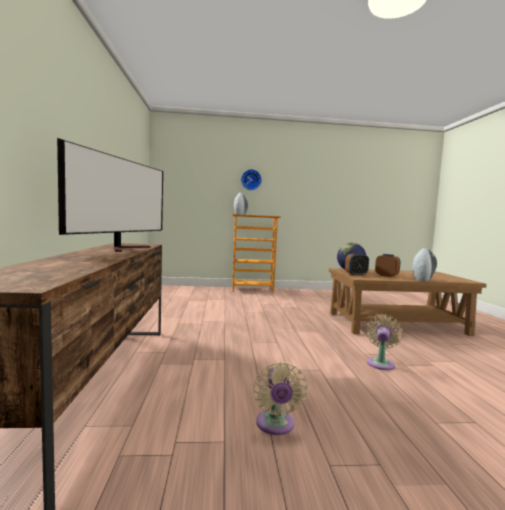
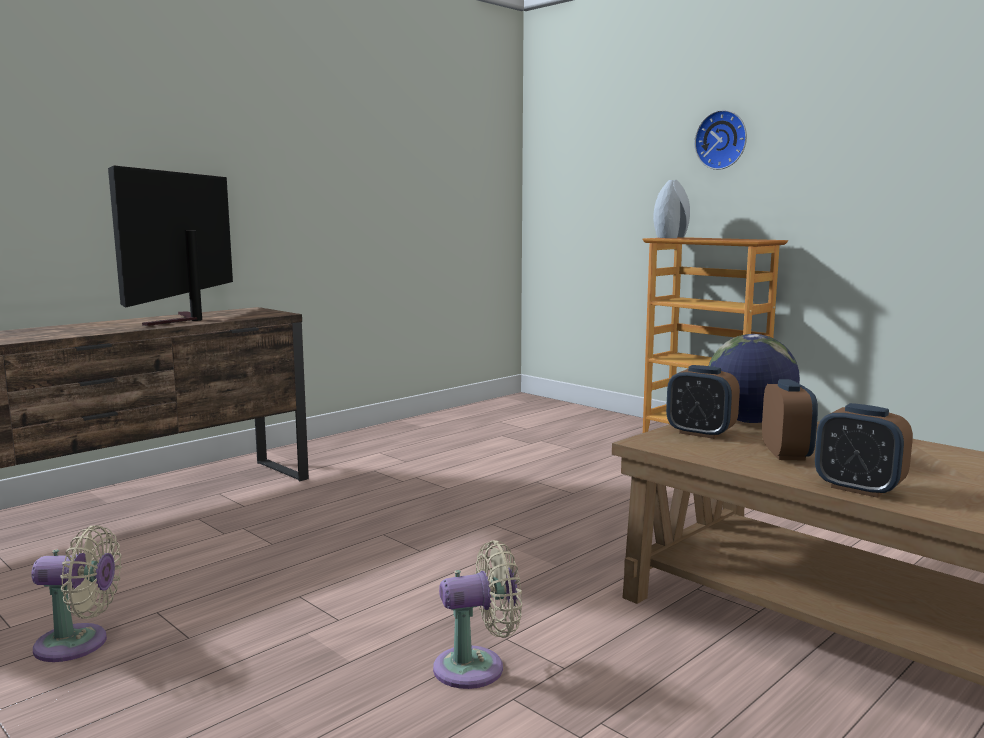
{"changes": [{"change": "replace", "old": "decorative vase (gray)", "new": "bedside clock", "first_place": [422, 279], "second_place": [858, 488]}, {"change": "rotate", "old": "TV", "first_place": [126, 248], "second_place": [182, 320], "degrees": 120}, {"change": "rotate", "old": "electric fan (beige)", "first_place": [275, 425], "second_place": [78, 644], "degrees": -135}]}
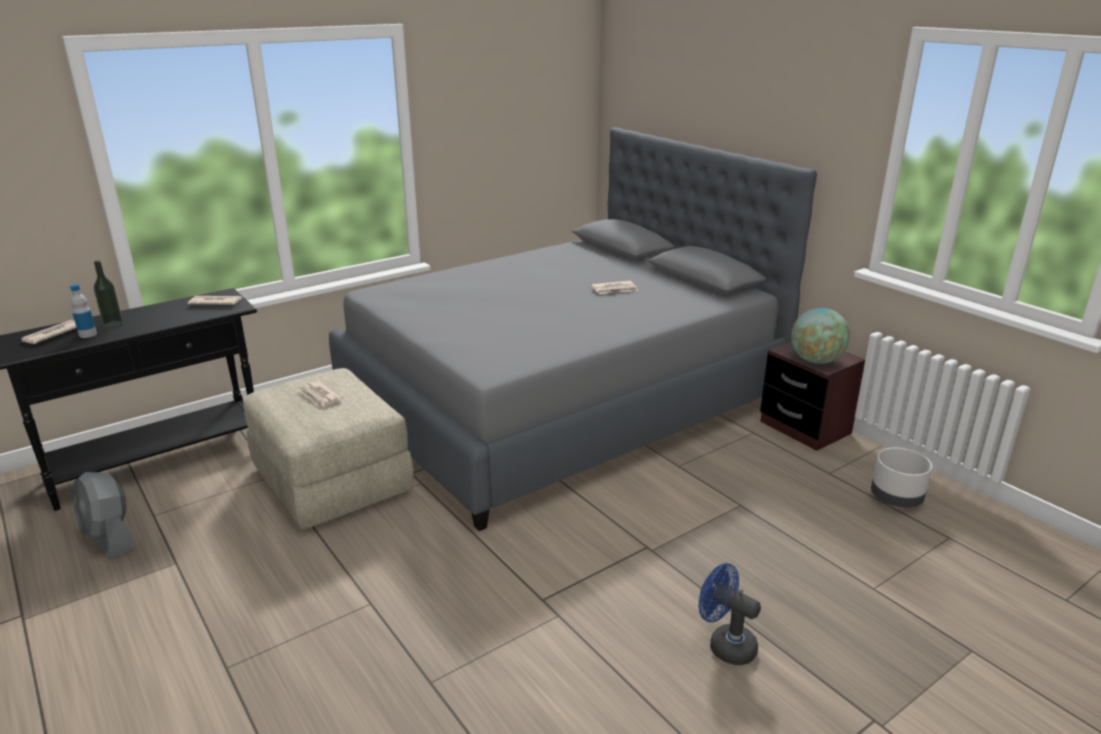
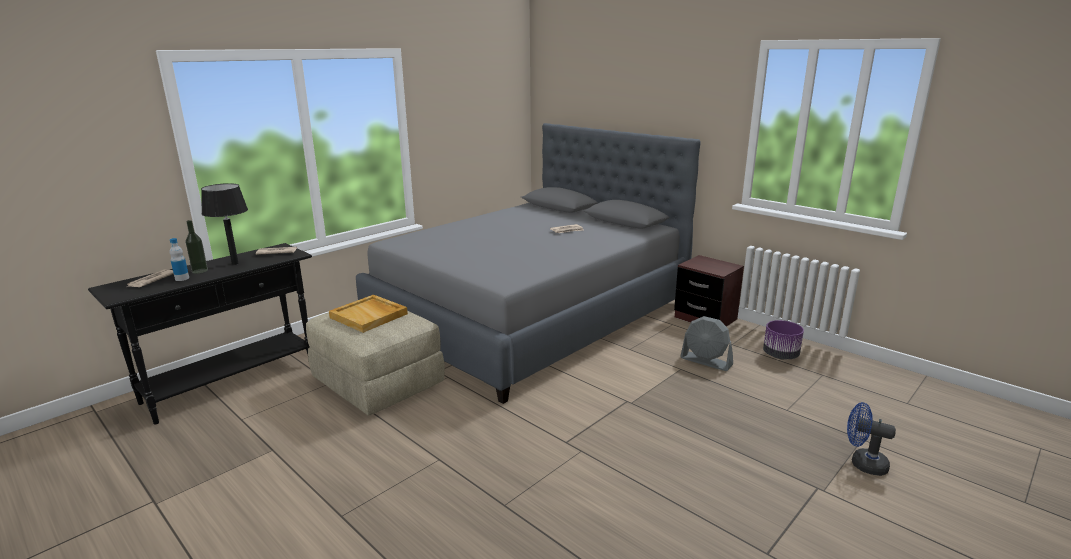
{"changes": [{"change": "delete", "old": "globe", "first_place": [816, 361]}, {"change": "insert", "new": "table lamp (blackish)", "second_place": [235, 263]}, {"change": "move", "old": "electric fan (gray)", "first_place": [110, 538], "second_place": [706, 361]}, {"change": "move", "old": "electric fan (blue)", "first_place": [725, 644], "second_place": [862, 463]}, {"change": "replace", "old": "newspaper", "new": "tray (beige)", "first_place": [320, 396], "second_place": [369, 316]}, {"change": "recolor", "old": "plant pot (gray)", "new": "plant pot (purple-coloured)", "first_place": [895, 499], "second_place": [780, 356]}]}
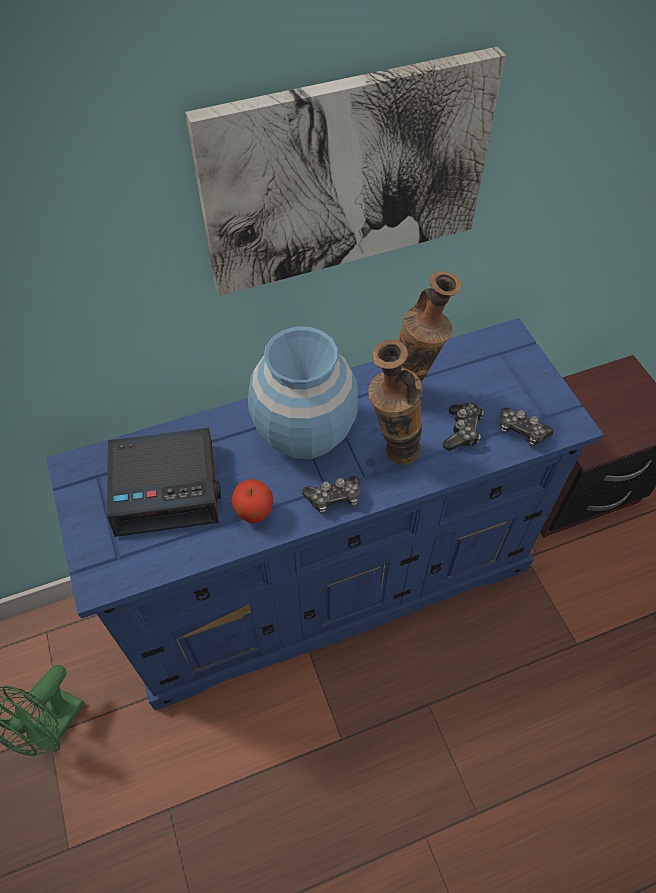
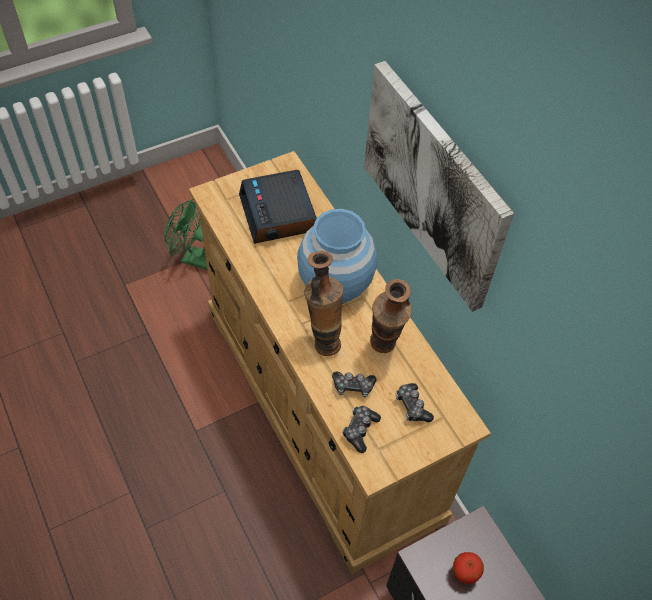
{"changes": [{"change": "move", "old": "apple fruit", "first_place": [254, 514], "second_place": [464, 573]}, {"change": "move", "old": "gamepad", "first_place": [334, 498], "second_place": [412, 406]}, {"change": "recolor", "old": "chest of drawers (blue)", "new": "chest of drawers (beige)", "first_place": [330, 578], "second_place": [321, 410]}]}
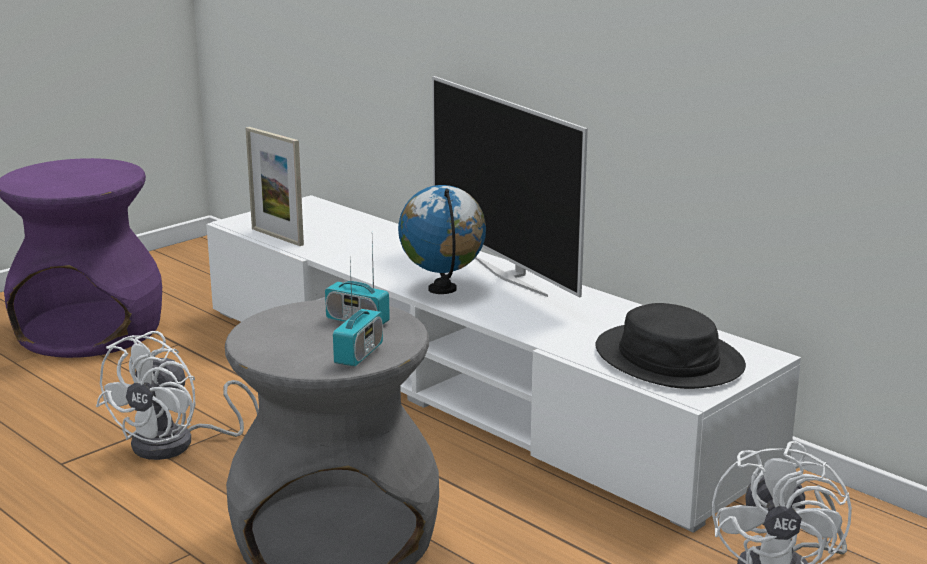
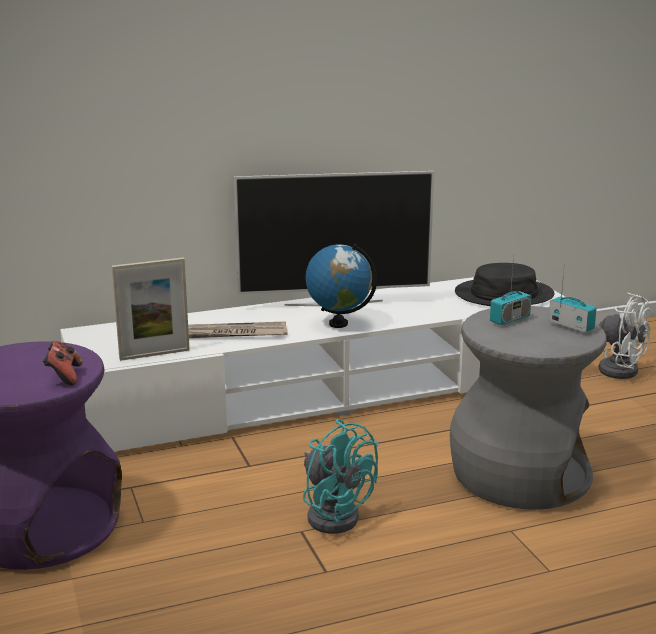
{"changes": [{"change": "insert", "new": "gamepad", "second_place": [64, 376]}, {"change": "insert", "new": "newspaper", "second_place": [236, 334]}, {"change": "recolor", "old": "electric fan (white-coloured)", "new": "electric fan (turquoise-coloured)", "first_place": [177, 444], "second_place": [334, 513]}]}
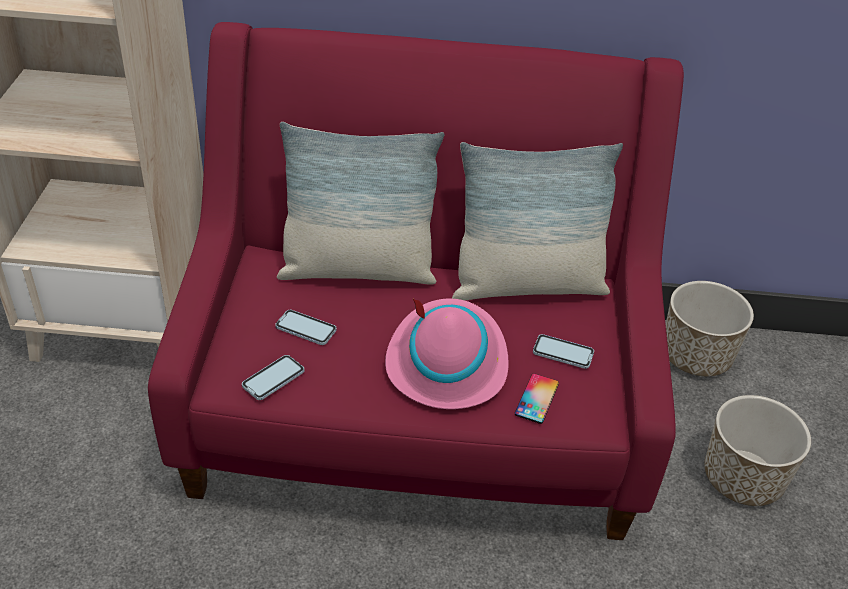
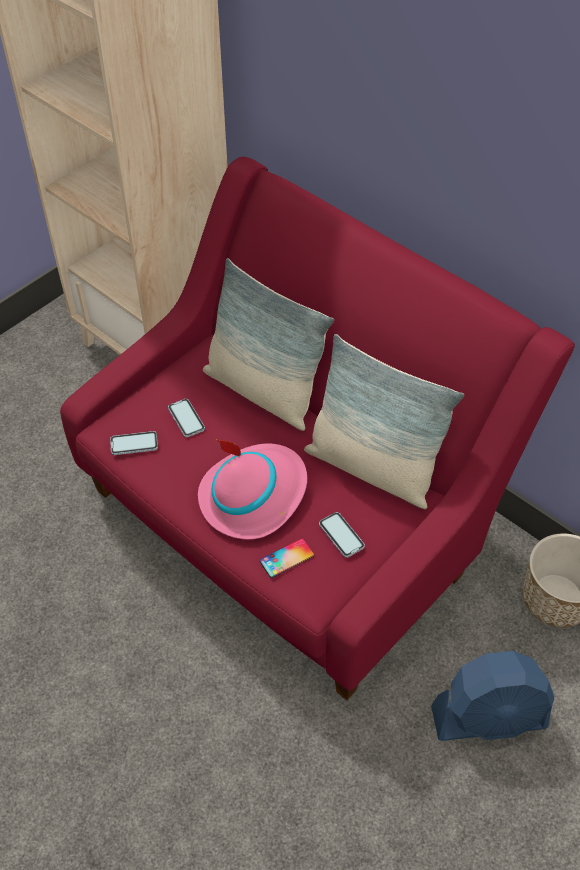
{"changes": [{"change": "replace", "old": "plant pot", "new": "electric fan (blue)", "first_place": [743, 478], "second_place": [489, 718]}]}
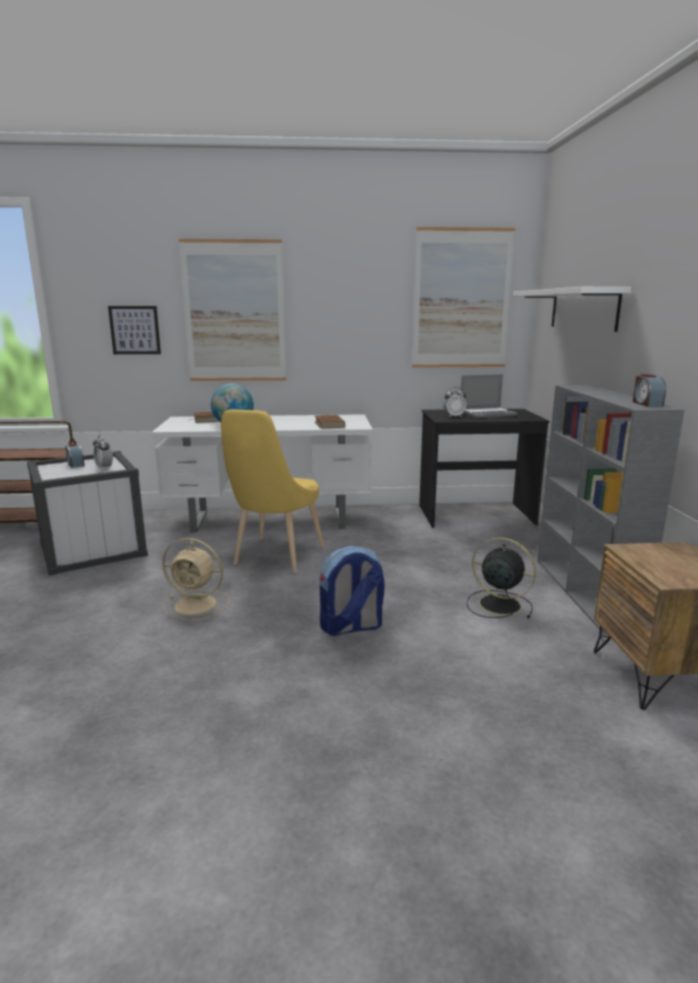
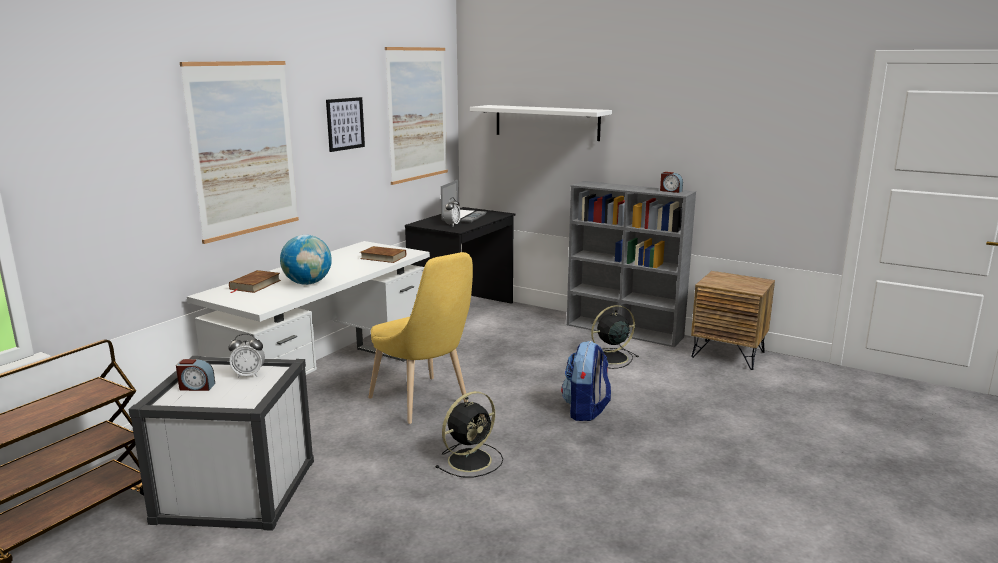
{"changes": [{"change": "move", "old": "wall art", "first_place": [135, 330], "second_place": [345, 124]}, {"change": "recolor", "old": "electric fan (beige)", "new": "electric fan (blackish)", "first_place": [197, 605], "second_place": [471, 459]}]}
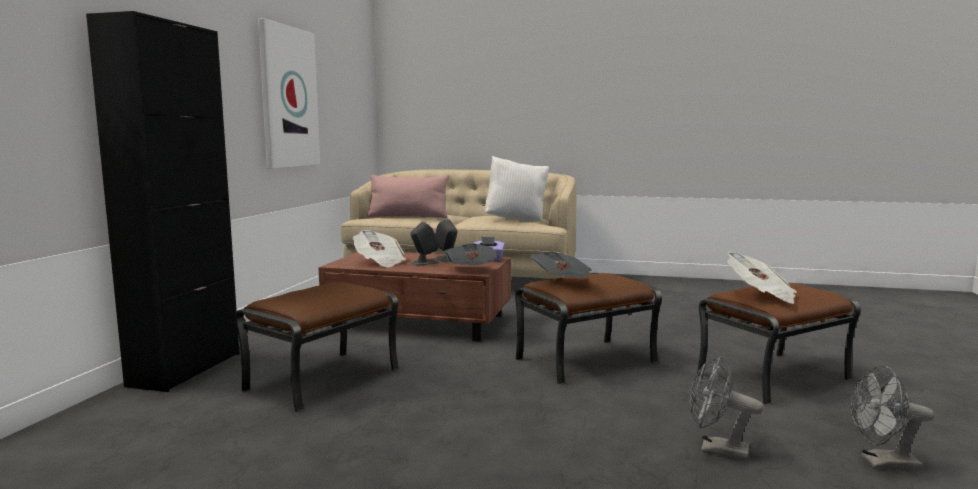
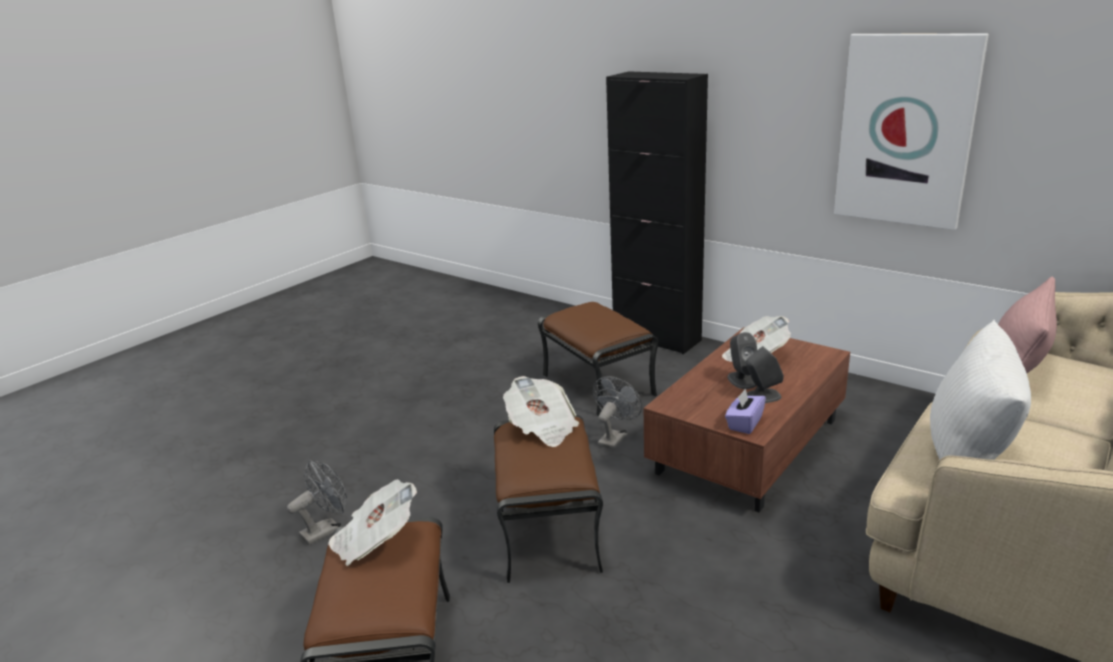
{"changes": [{"change": "delete", "old": "newspaper", "first_place": [471, 270]}, {"change": "move", "old": "electric fan (gray)", "first_place": [882, 463], "second_place": [614, 438]}]}
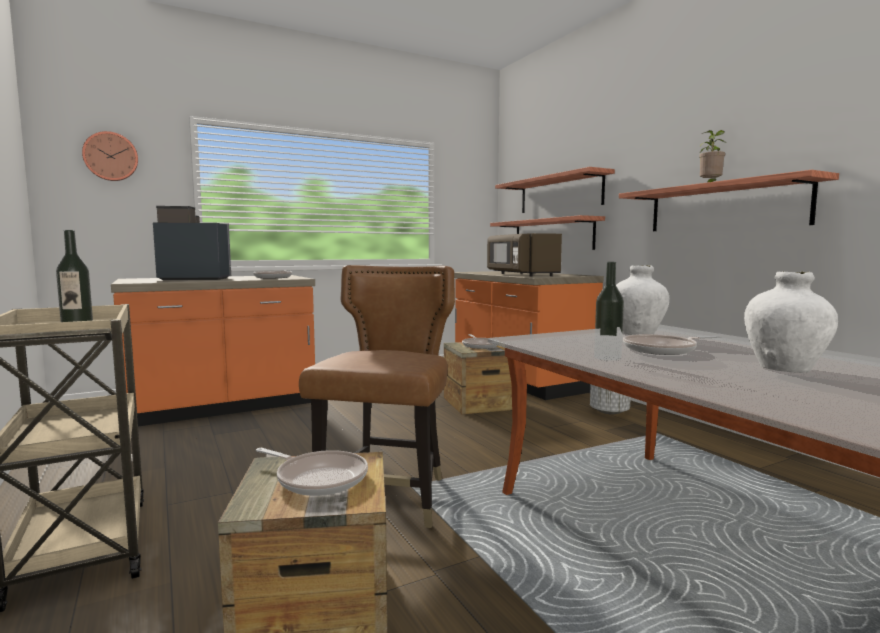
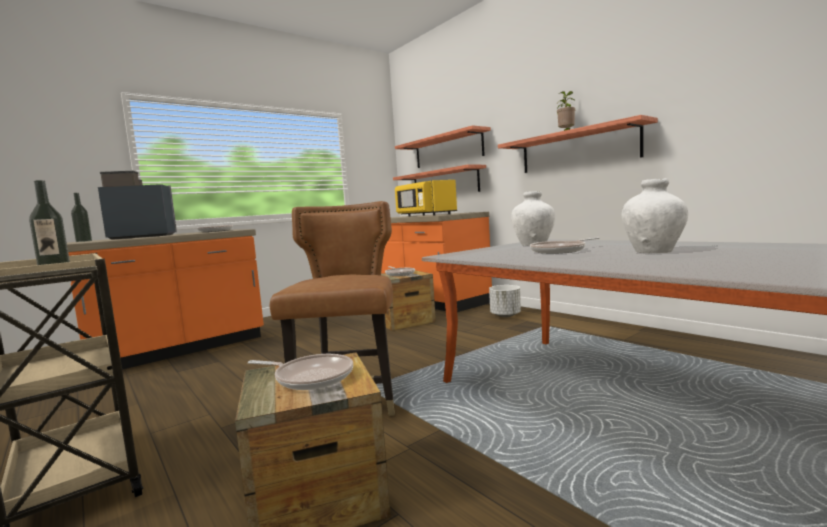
{"changes": [{"change": "delete", "old": "hanging clock", "first_place": [111, 156]}, {"change": "move", "old": "drink bottle", "first_place": [607, 357], "second_place": [84, 241]}, {"change": "recolor", "old": "microwave oven (brown)", "new": "microwave oven (yellow-coloured)", "first_place": [521, 275], "second_place": [425, 215]}]}
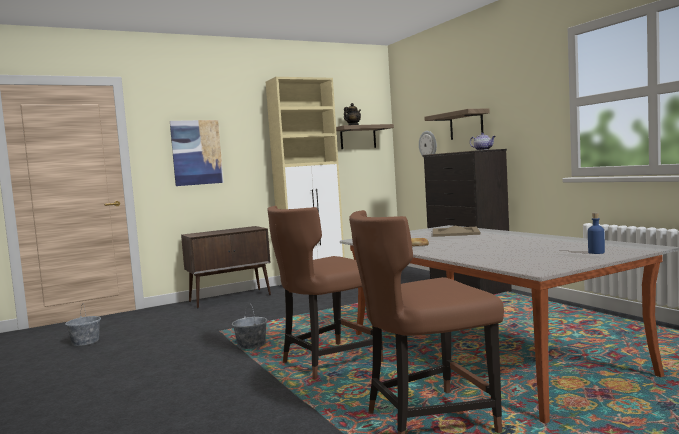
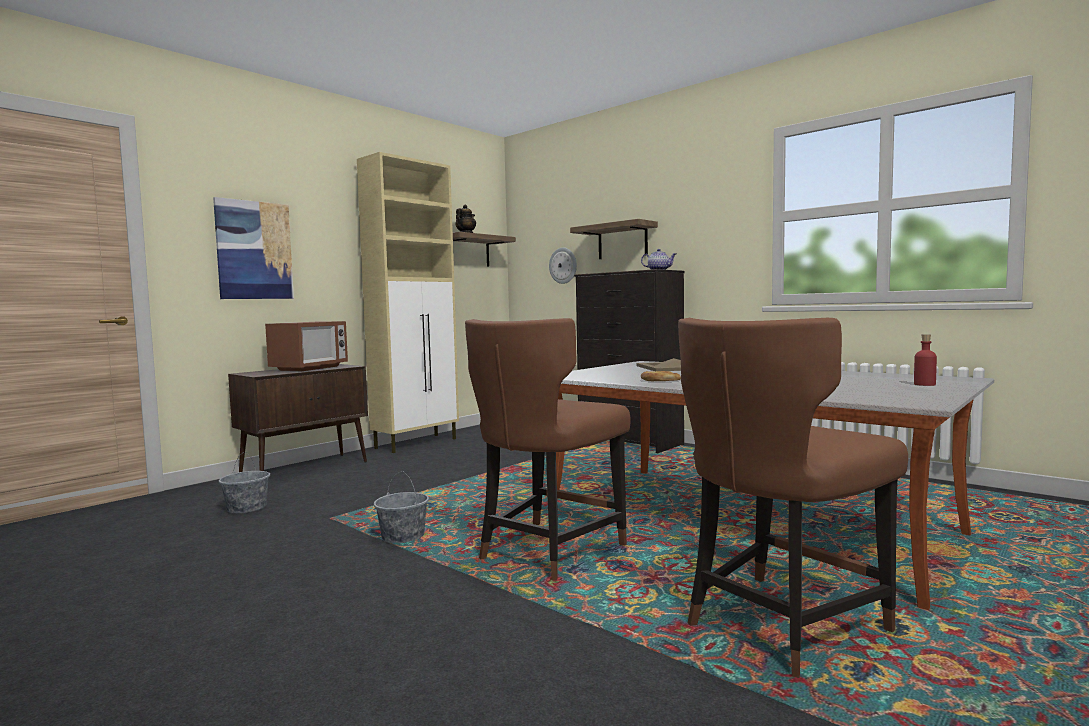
{"changes": [{"change": "insert", "new": "microwave oven", "second_place": [309, 368]}, {"change": "move", "old": "water bucket (gray)", "first_place": [85, 342], "second_place": [246, 508]}, {"change": "recolor", "old": "drink bottle (blue)", "new": "drink bottle (red)", "first_place": [596, 252], "second_place": [924, 384]}]}
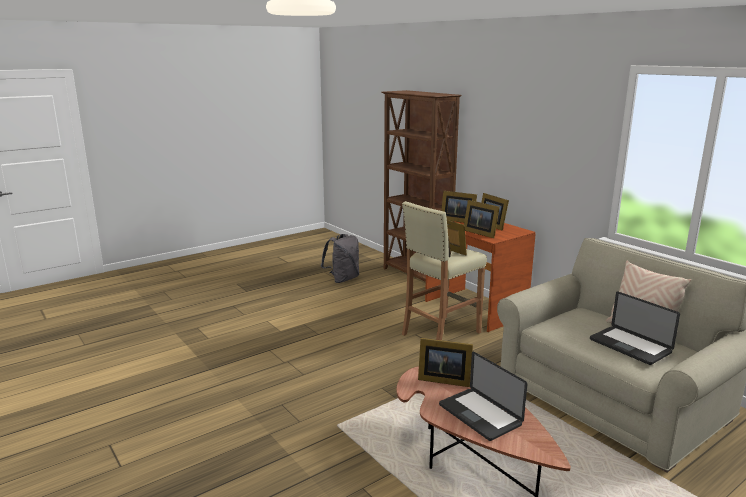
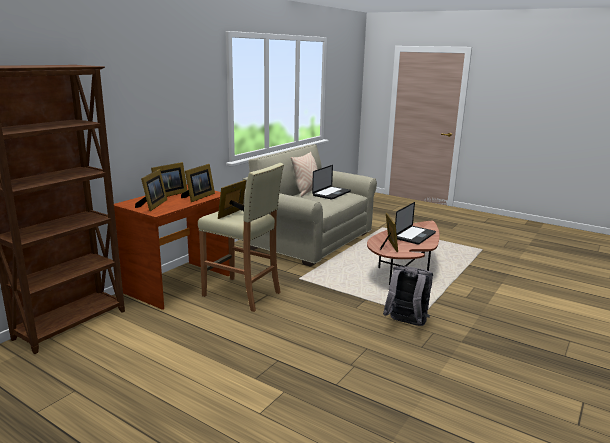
{"changes": [{"change": "move", "old": "backpack (gray)", "first_place": [342, 279], "second_place": [405, 324]}]}
